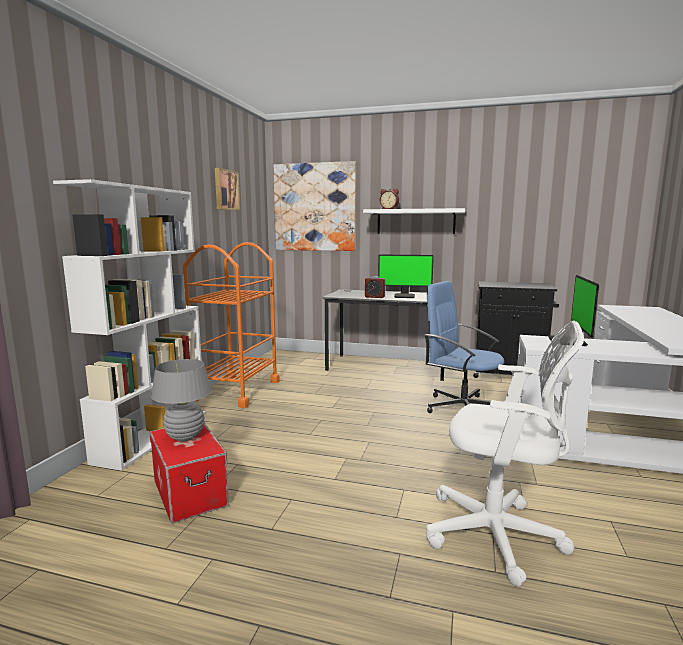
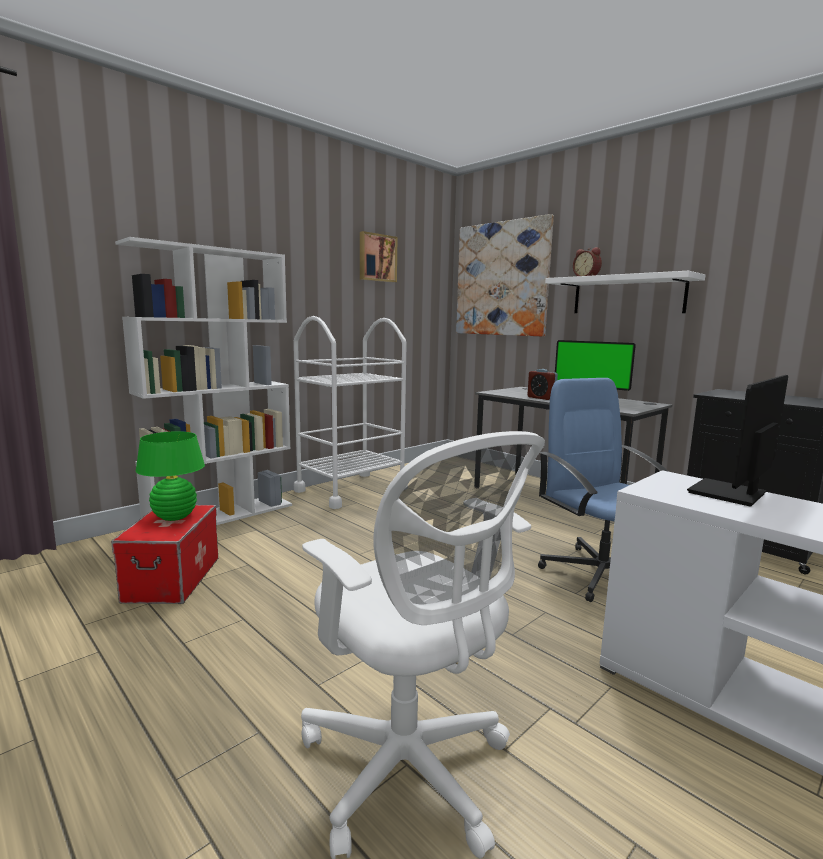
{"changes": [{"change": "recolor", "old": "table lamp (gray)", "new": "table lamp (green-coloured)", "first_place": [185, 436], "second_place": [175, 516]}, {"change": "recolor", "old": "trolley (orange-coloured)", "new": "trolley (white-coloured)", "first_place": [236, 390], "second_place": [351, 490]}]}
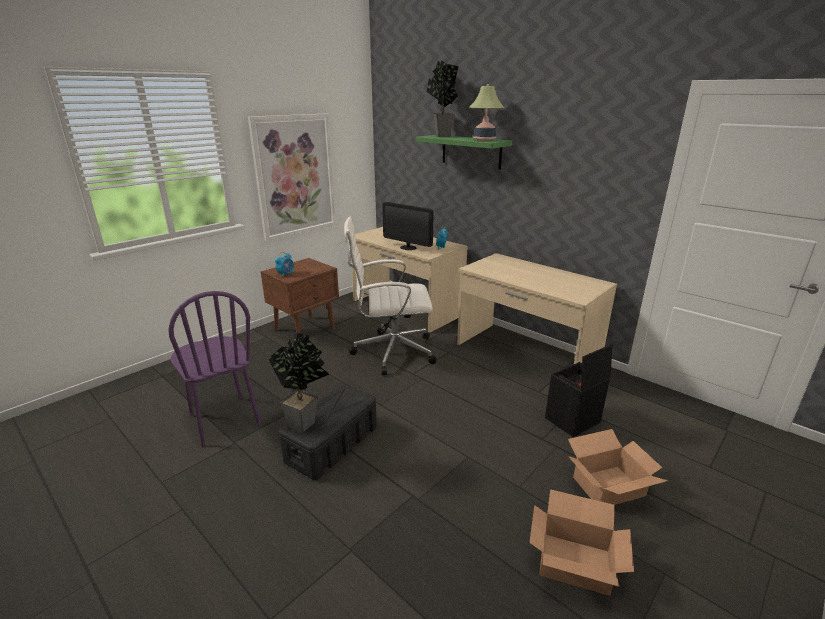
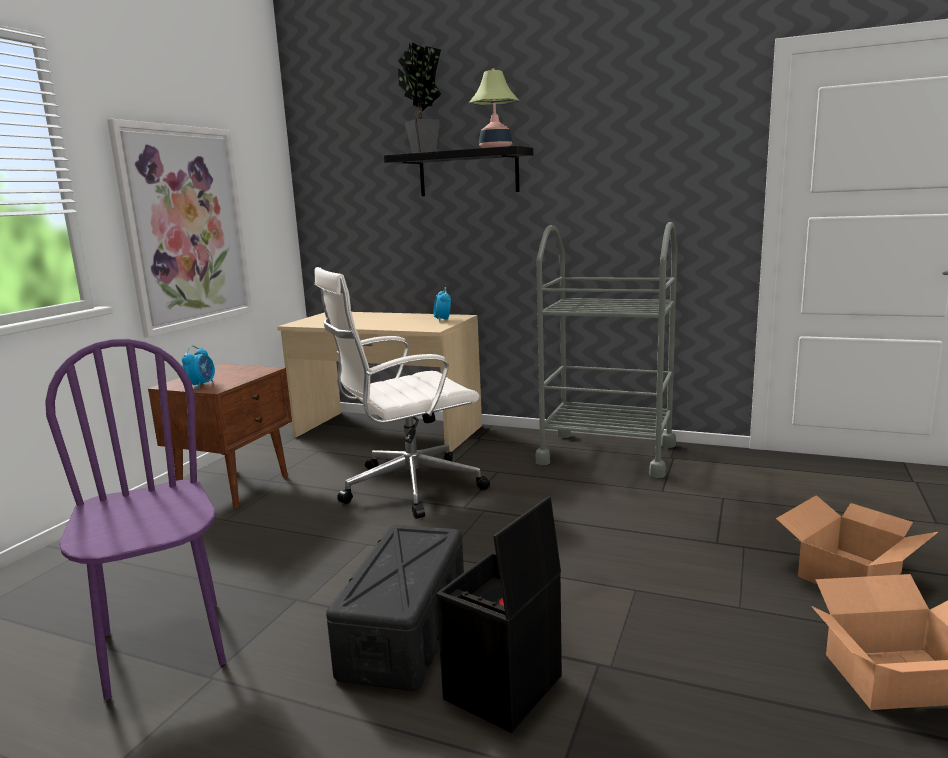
{"changes": [{"change": "delete", "old": "potted plant", "first_place": [306, 423]}, {"change": "delete", "old": "monitor", "first_place": [408, 247]}, {"change": "move", "old": "storage bin (blackish)", "first_place": [572, 421], "second_place": [503, 689]}, {"change": "replace", "old": "desk (beige)", "new": "trolley (gray)", "first_place": [525, 354], "second_place": [607, 454]}, {"change": "recolor", "old": "wall shelf (green-coloured)", "new": "wall shelf (blackish)", "first_place": [471, 151], "second_place": [468, 173]}, {"change": "rotate", "old": "upright chair (purple-coloured)", "first_place": [224, 419], "second_place": [164, 647], "degrees": -150}]}
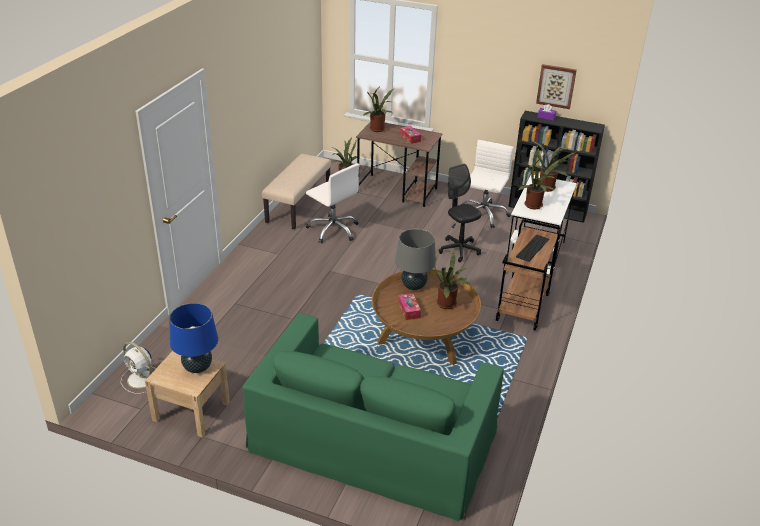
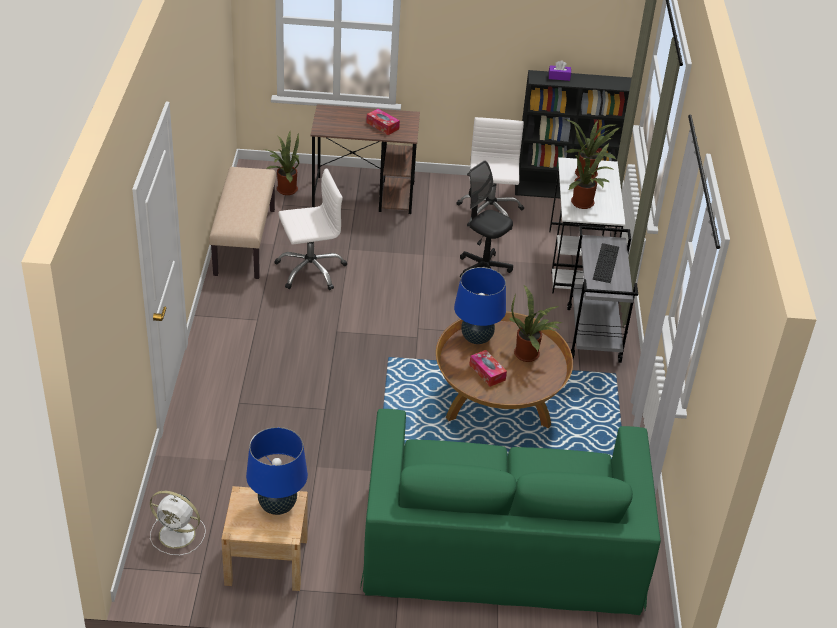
{"changes": [{"change": "delete", "old": "potted plant", "first_place": [378, 130]}, {"change": "delete", "old": "wall art", "first_place": [556, 86]}, {"change": "recolor", "old": "table lamp (gray)", "new": "table lamp (blue)", "first_place": [414, 286], "second_place": [476, 338]}, {"change": "recolor", "old": "trolley (brown)", "new": "trolley (gray)", "first_place": [523, 308], "second_place": [594, 335]}, {"change": "rotate", "old": "computer chair (white-coloured)", "first_place": [333, 230], "second_place": [310, 270], "degrees": -45}]}
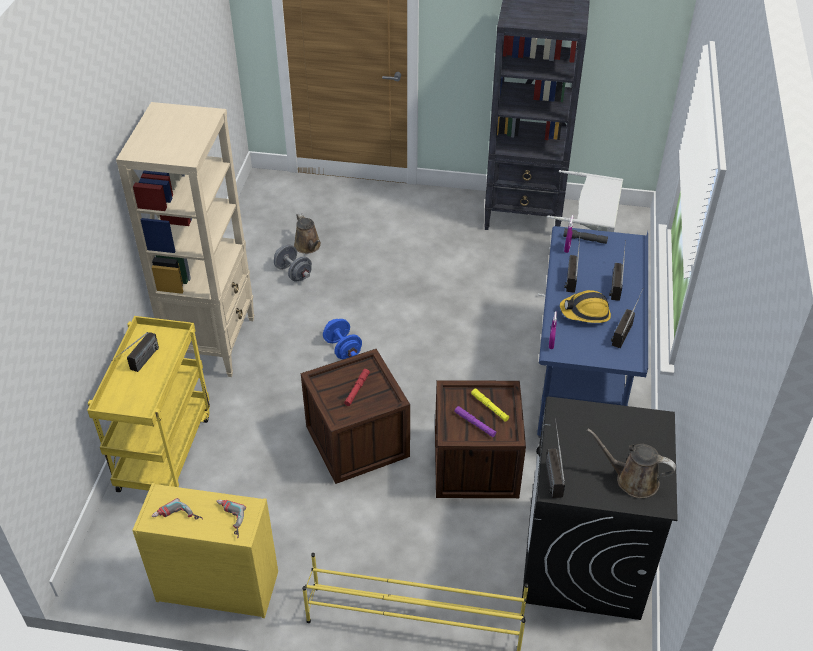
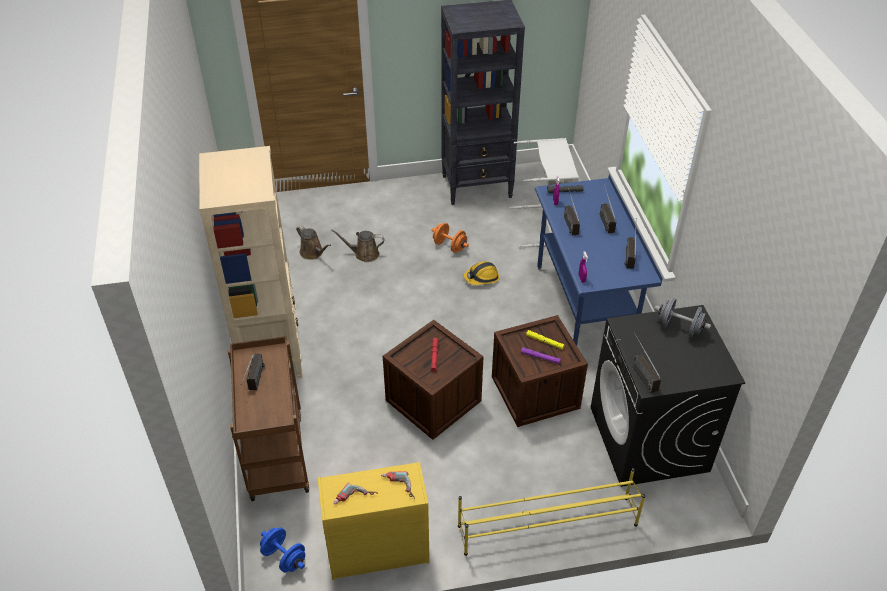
{"changes": [{"change": "insert", "new": "free weight (orange-coloured)", "second_place": [449, 246]}, {"change": "move", "old": "free weight (gray)", "first_place": [293, 273], "second_place": [679, 327]}, {"change": "move", "old": "free weight (blue)", "first_place": [343, 349], "second_place": [284, 557]}, {"change": "move", "old": "hard hat", "first_place": [585, 313], "second_place": [482, 278]}, {"change": "move", "old": "watering can (brown)", "first_place": [632, 480], "second_place": [364, 254]}, {"change": "recolor", "old": "trolley (yellow-coloured)", "new": "trolley (brown)", "first_place": [164, 450], "second_place": [275, 455]}]}
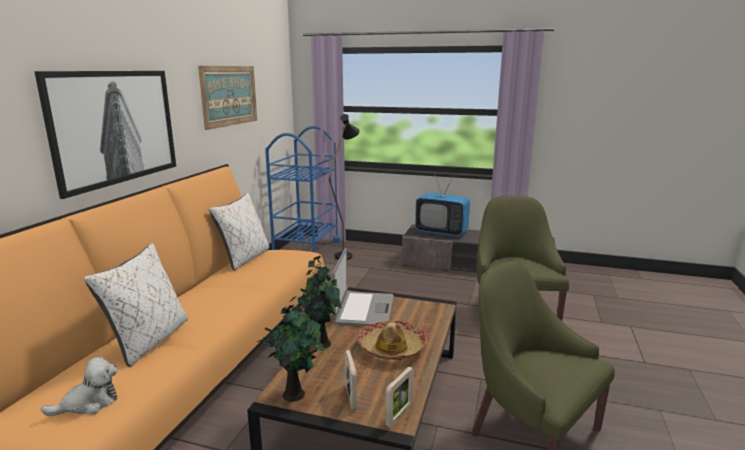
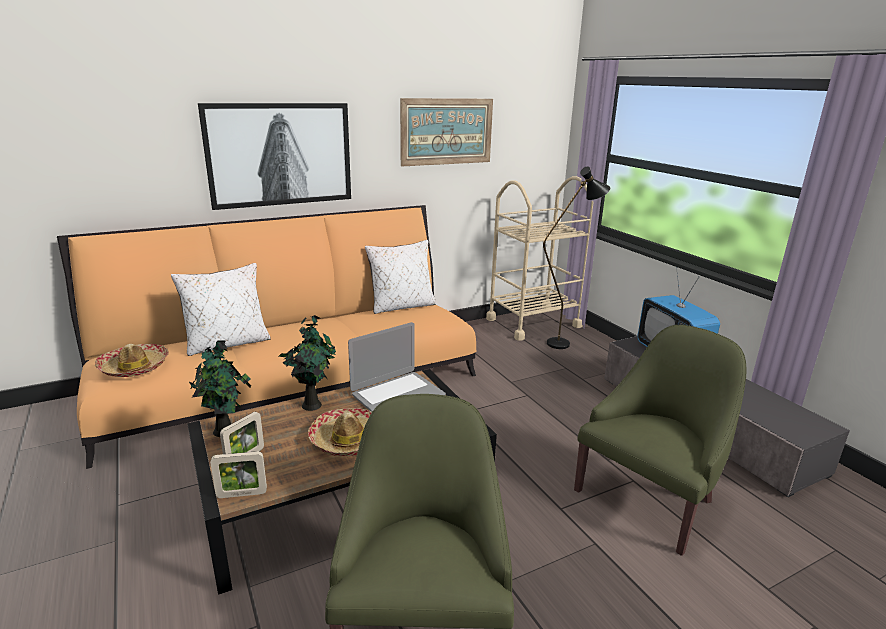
{"changes": [{"change": "replace", "old": "plush toy", "new": "wearable hat", "first_place": [89, 403], "second_place": [134, 367]}, {"change": "recolor", "old": "trolley (blue)", "new": "trolley (beige)", "first_place": [306, 249], "second_place": [533, 322]}]}
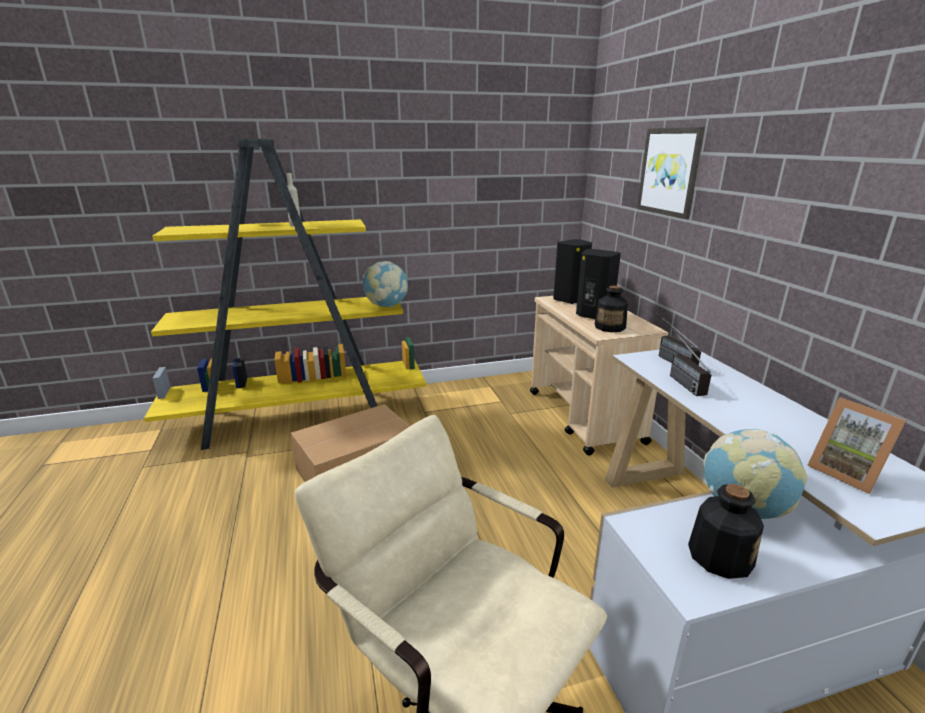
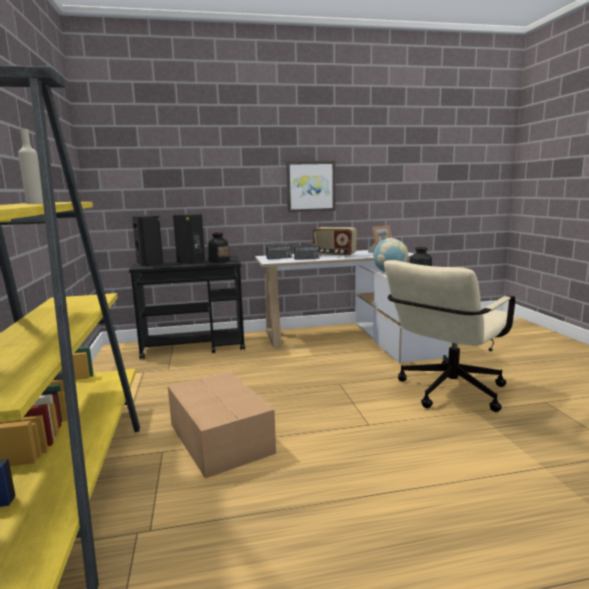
{"changes": [{"change": "delete", "old": "globe", "first_place": [386, 306]}, {"change": "insert", "new": "radio receiver", "second_place": [334, 255]}, {"change": "move", "old": "wall art", "first_place": [670, 172], "second_place": [310, 186]}, {"change": "recolor", "old": "trolley (beige)", "new": "trolley (blackish)", "first_place": [584, 417], "second_place": [194, 346]}]}
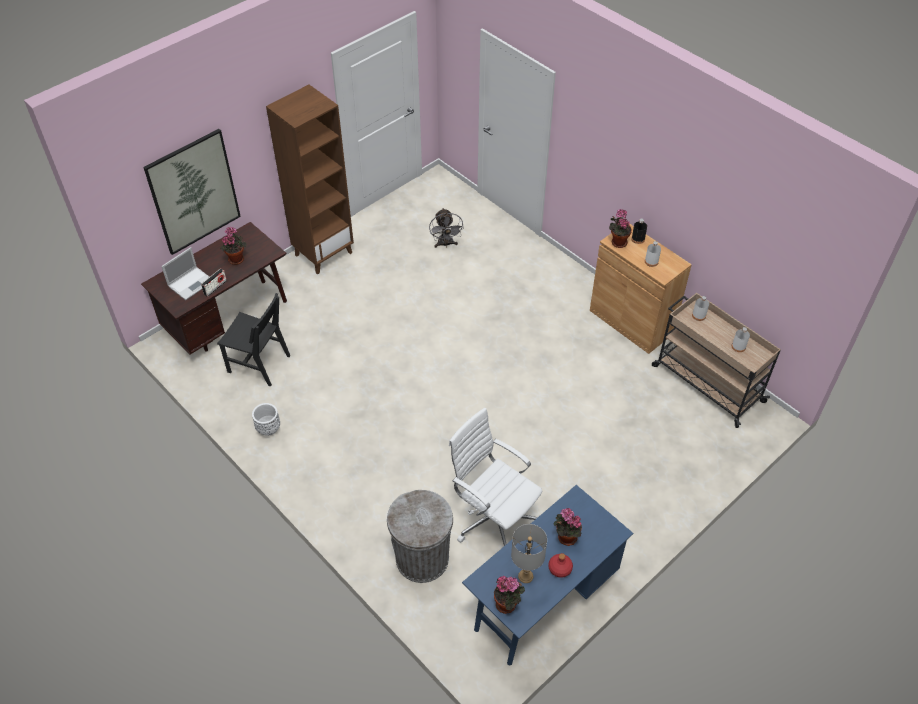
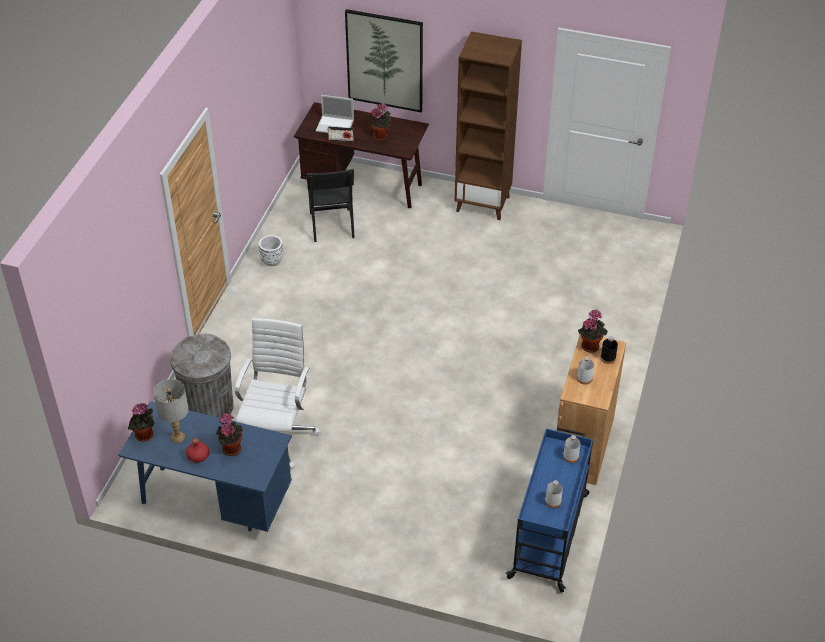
{"changes": [{"change": "delete", "old": "electric fan (gray)", "first_place": [445, 244]}, {"change": "recolor", "old": "trolley (beige)", "new": "trolley (blue)", "first_place": [706, 383], "second_place": [549, 534]}]}
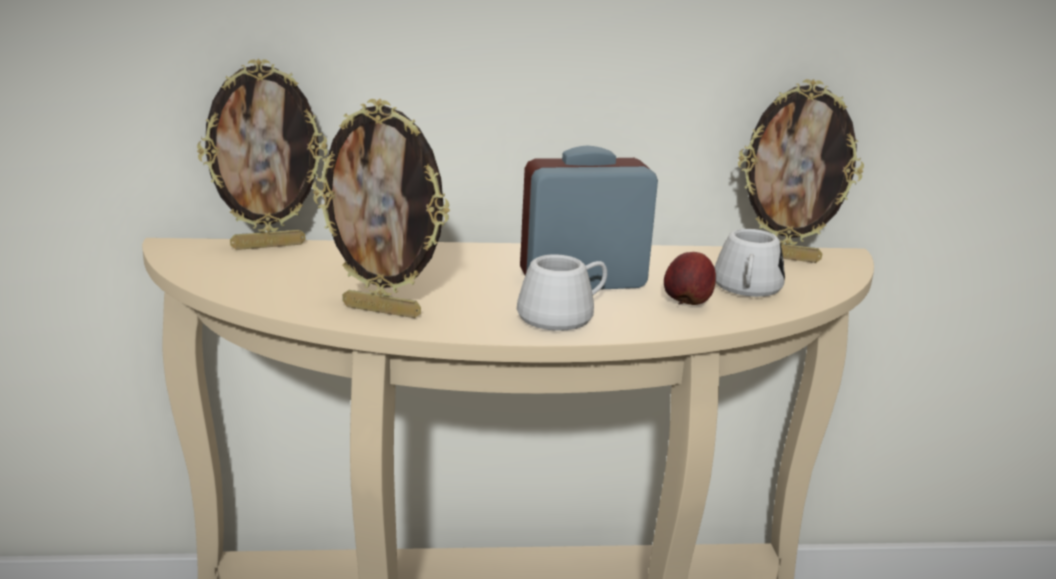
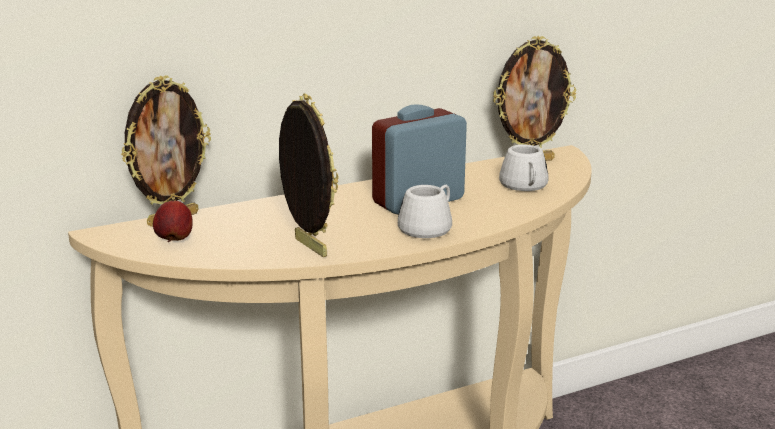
{"changes": [{"change": "move", "old": "apple fruit", "first_place": [687, 303], "second_place": [174, 240]}, {"change": "rotate", "old": "picture frame", "first_place": [383, 310], "second_place": [308, 248], "degrees": -120}]}
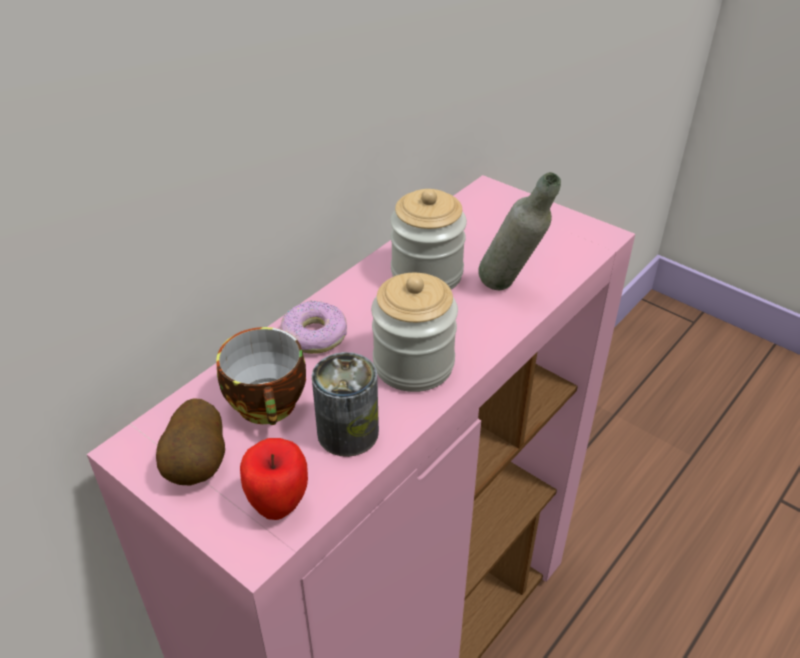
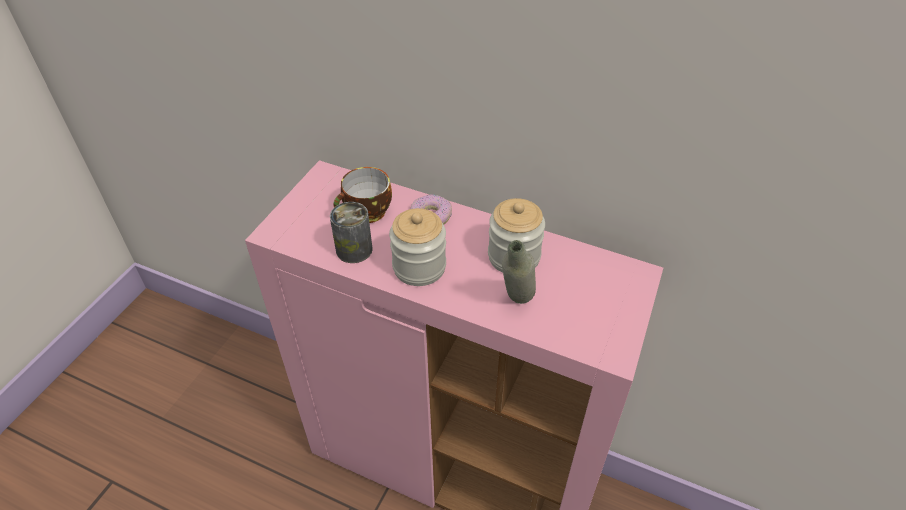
{"changes": [{"change": "delete", "old": "whole potato", "first_place": [199, 466]}, {"change": "delete", "old": "apple fruit", "first_place": [279, 507]}]}
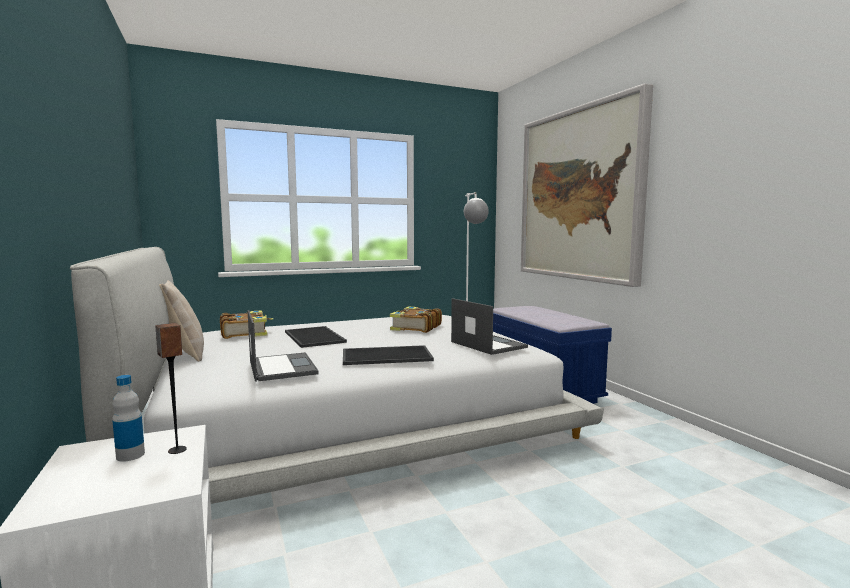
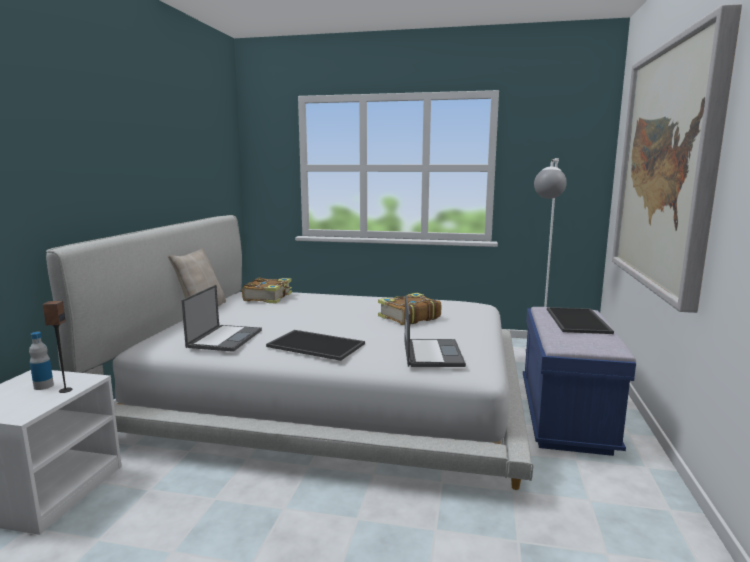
{"changes": [{"change": "move", "old": "tray", "first_place": [315, 337], "second_place": [579, 321]}]}
